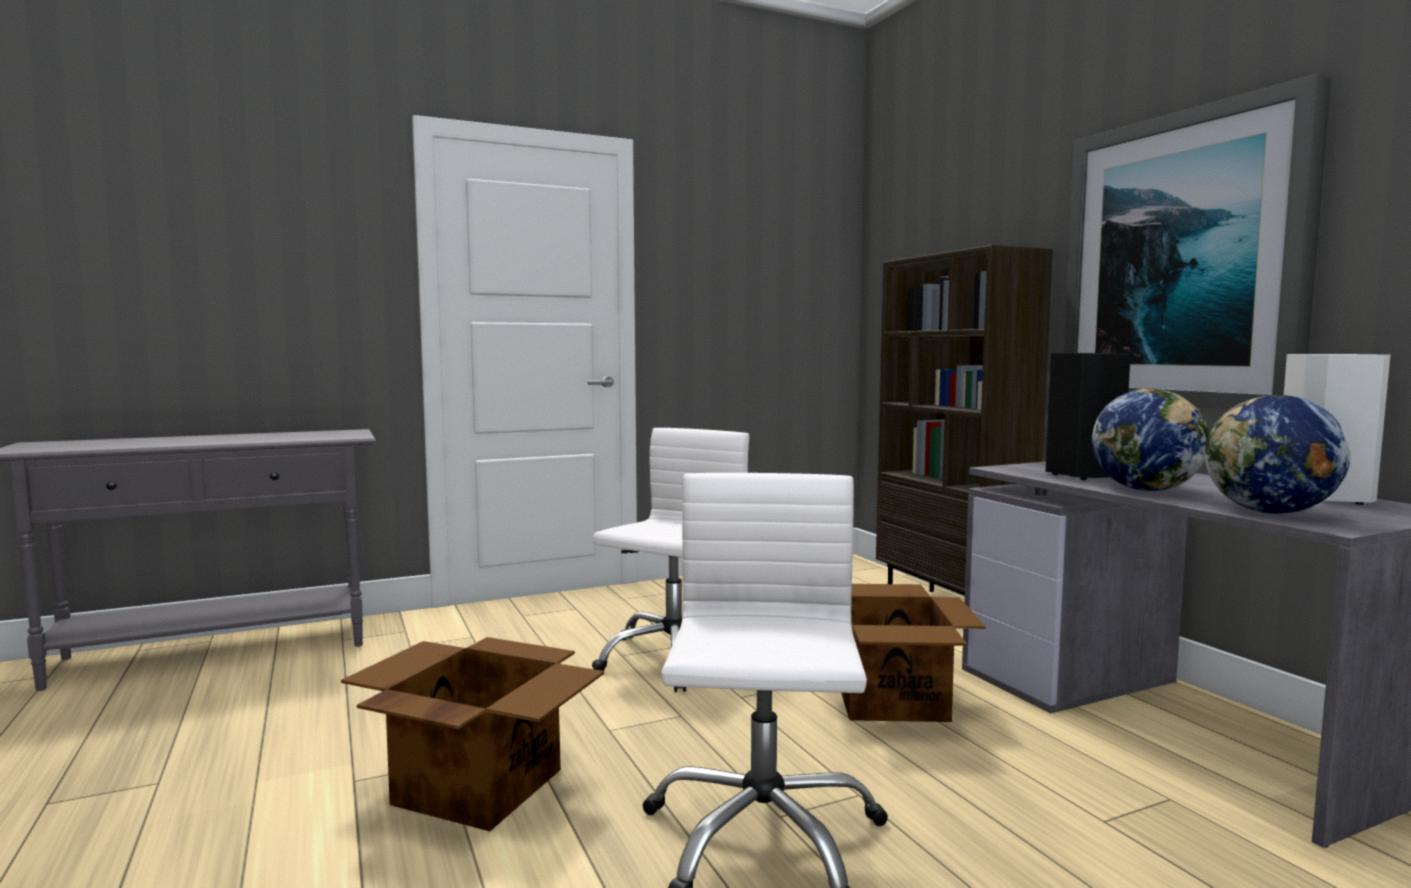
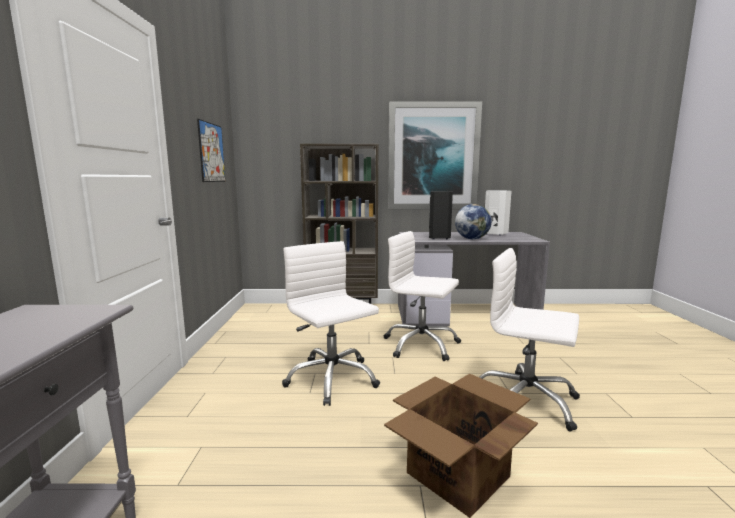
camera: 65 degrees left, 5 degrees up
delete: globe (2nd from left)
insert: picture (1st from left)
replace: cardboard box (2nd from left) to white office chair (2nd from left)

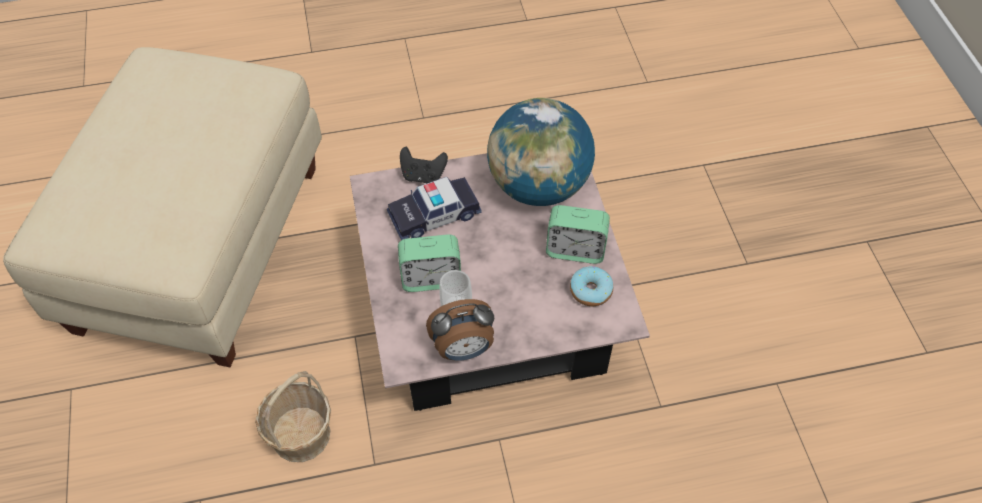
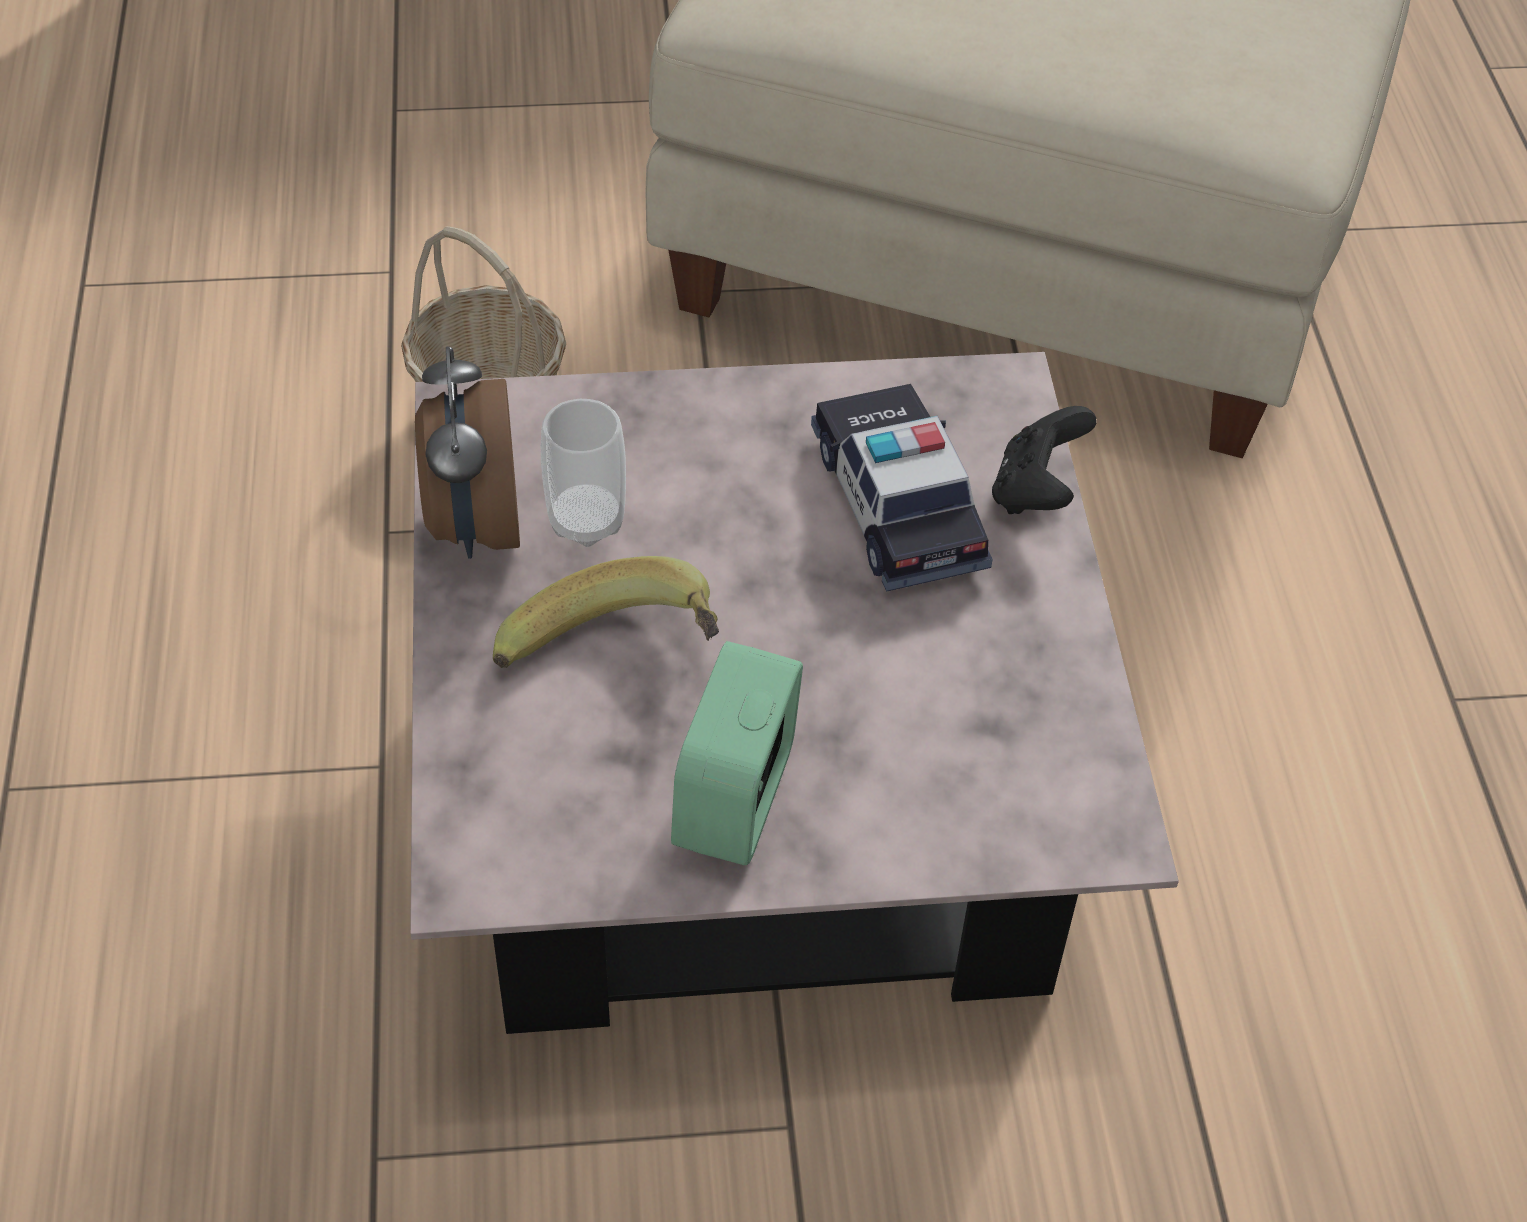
camera: 95 degrees right, 5 degrees down
delete: globe; alarm clock (1st from left); donut
insert: banana

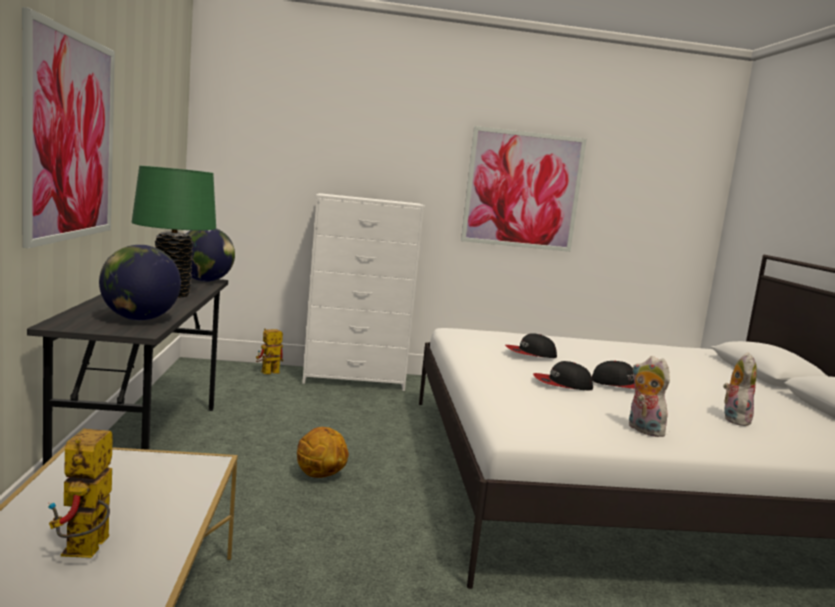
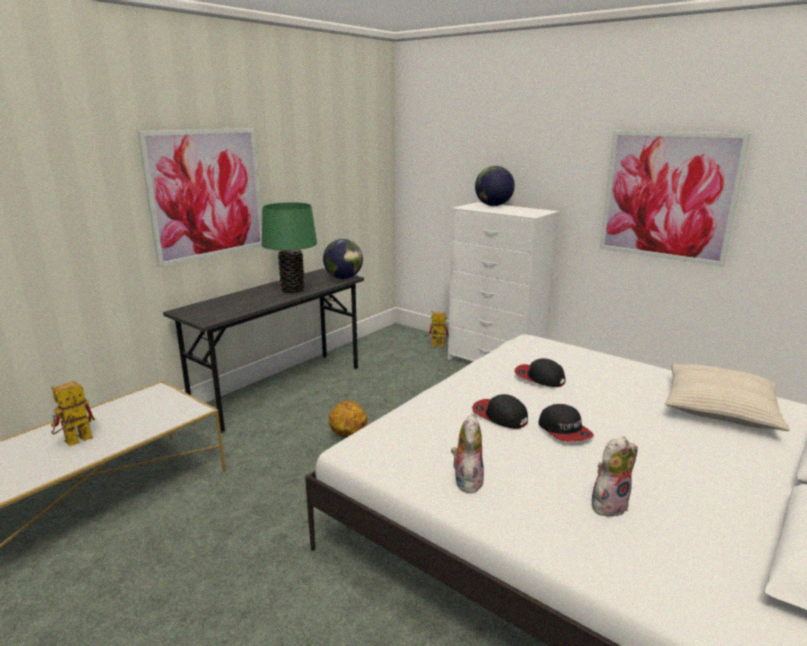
camera: 45 degrees right, 10 degrees up
insert: beige pillow
move: globe (1st from left in the first image) to globe (2nd from left)

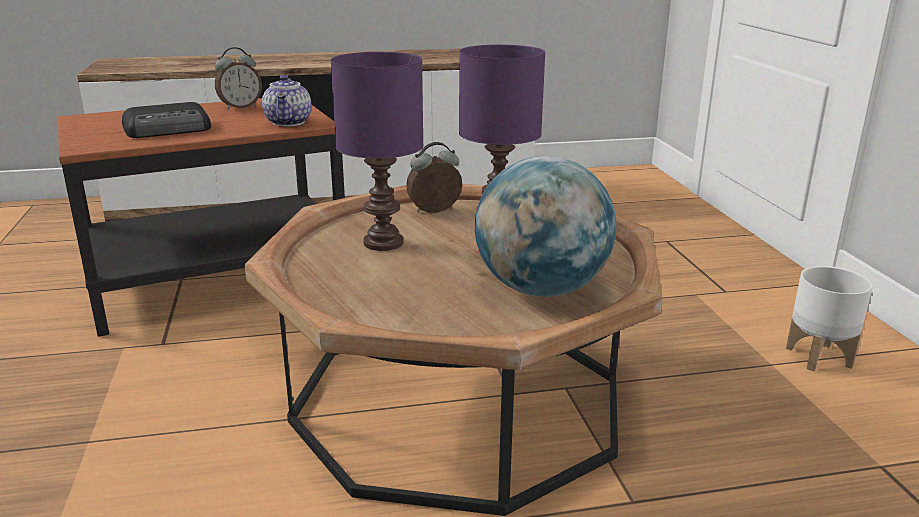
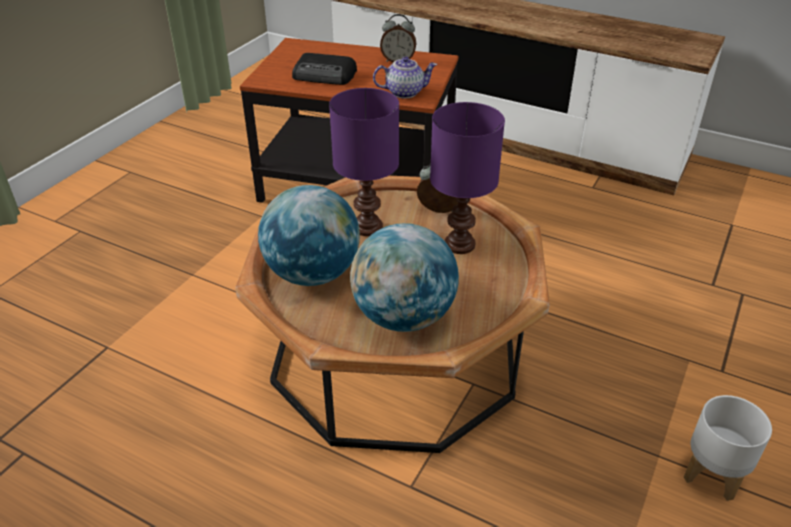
camera: 40 degrees right, 15 degrees up
insert: globe (1st from left)
rotate: teapot 135 degrees counterclockwise

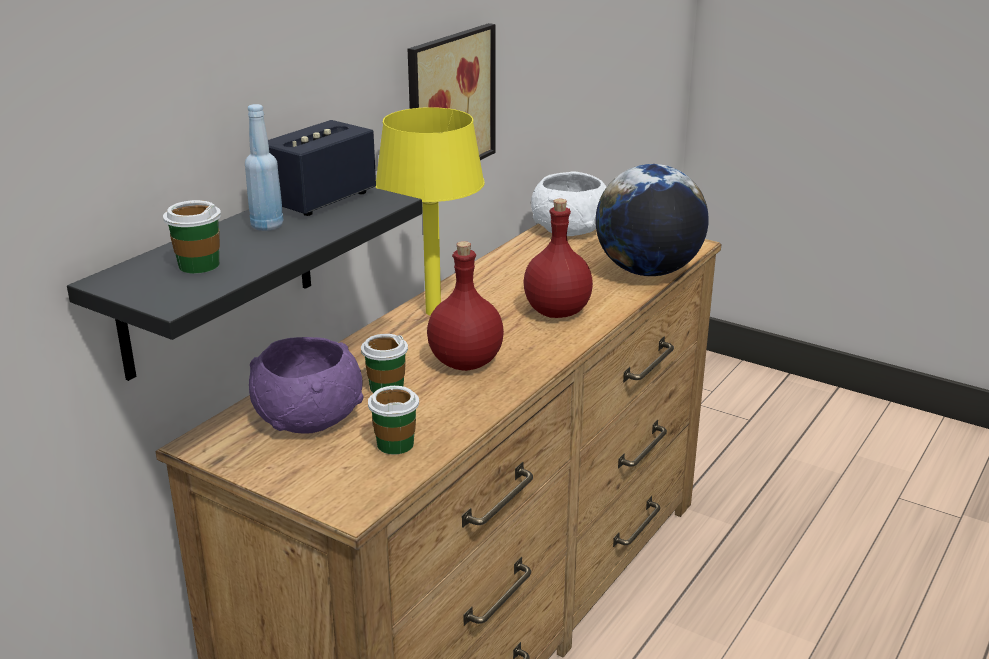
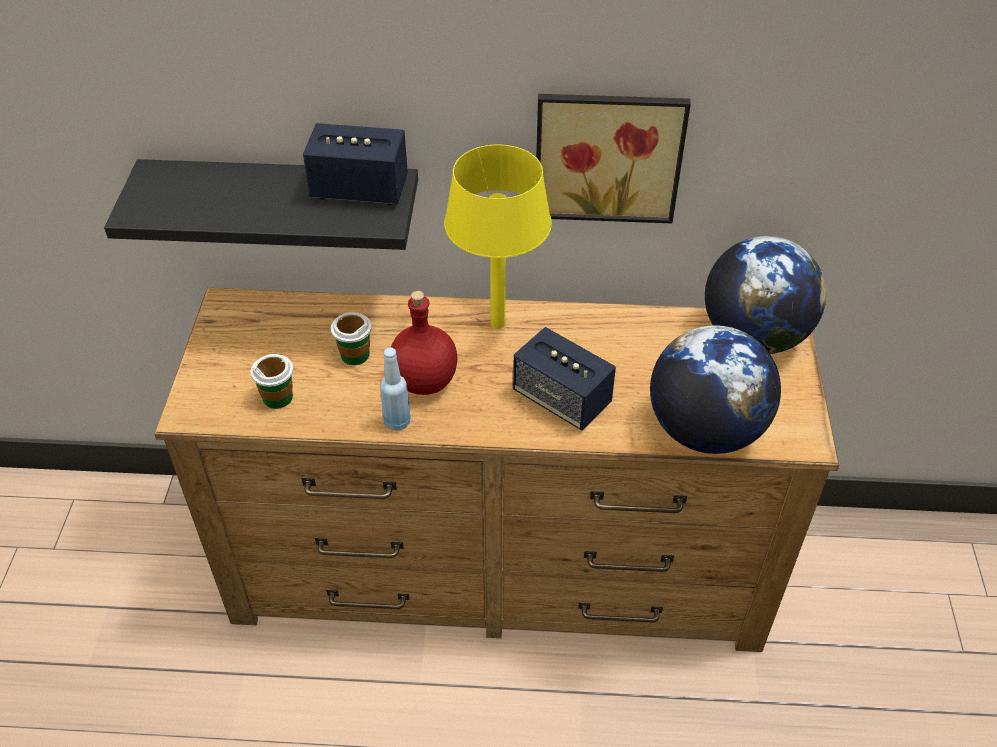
camera: 60 degrees right, 20 degrees up
delete: cup (1st from left); purple bowl
move: blue bottle
replace: white bowl to globe (2nd from left); red bottle (2nd from left) to speaker (2nd from left)

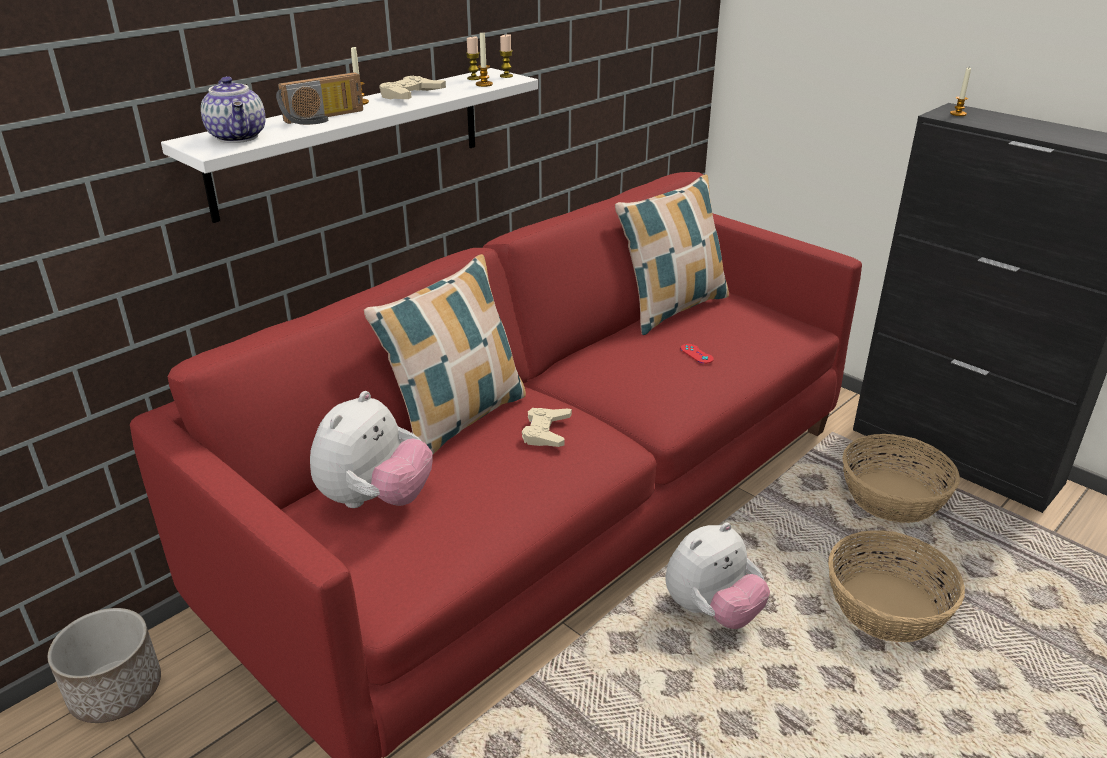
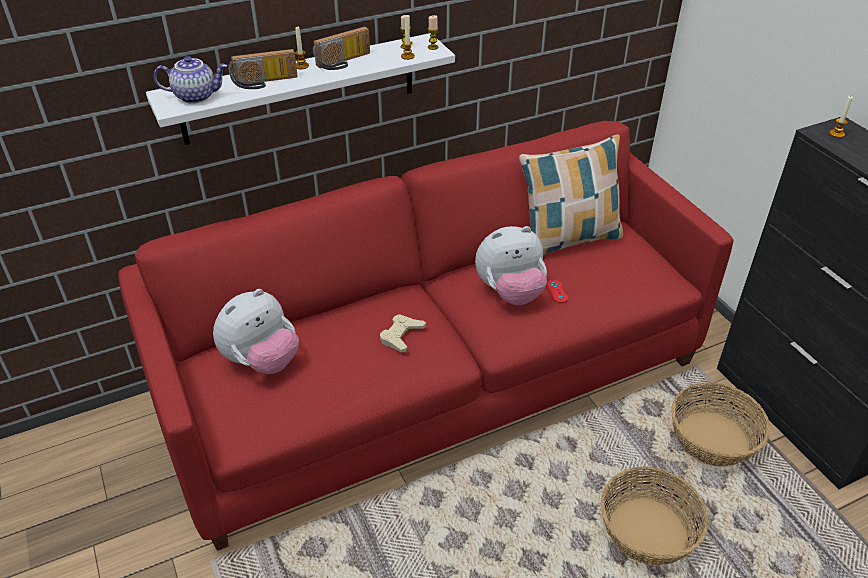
camera: 20 degrees right, 10 degrees up
delete: pillow (1st from left); planter
move: plush toy (2nd from left)
replace: beige game controller (1st from left) to radio (2nd from left)
rotate: teapot 90 degrees counterclockwise

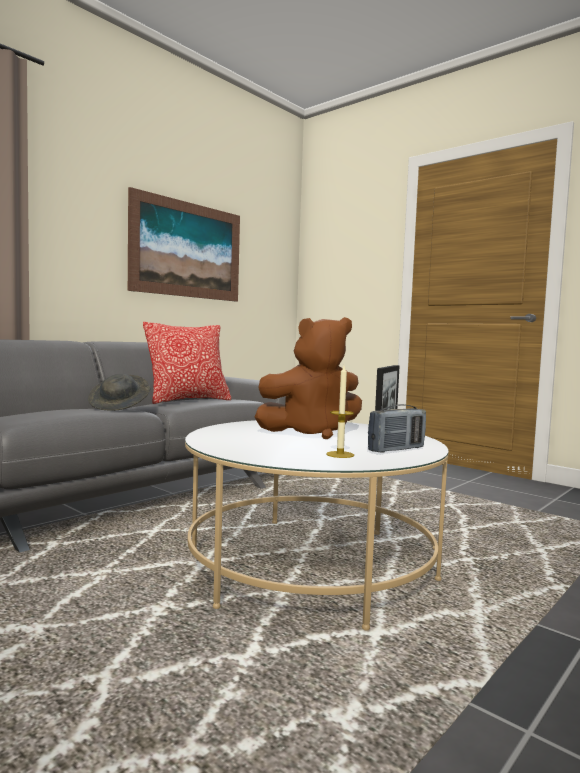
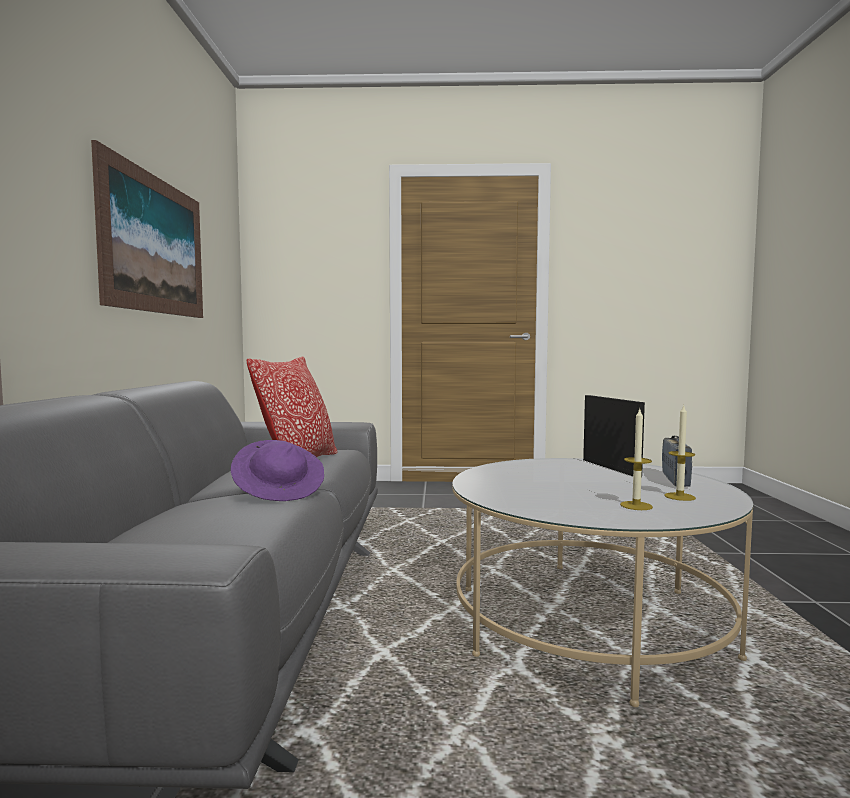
camera: 40 degrees left, 0 degrees up
delete: brown plush toy
insert: candle (1st from left)
recolor: grey hat to purple hat

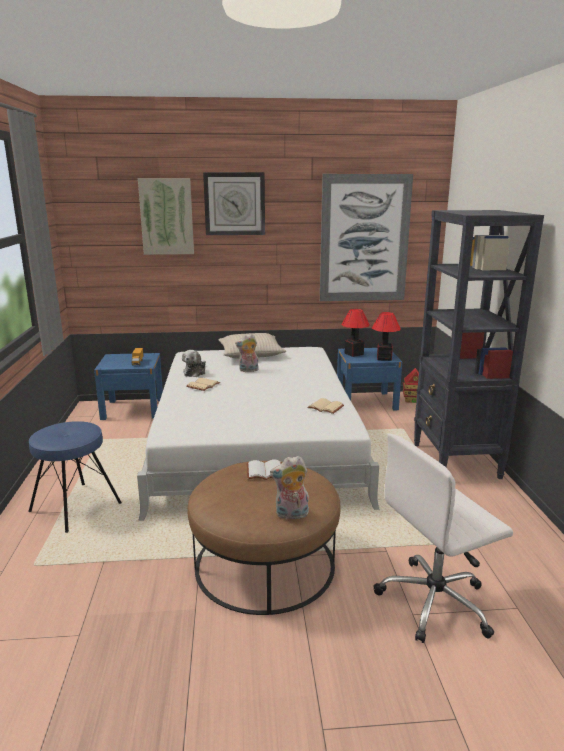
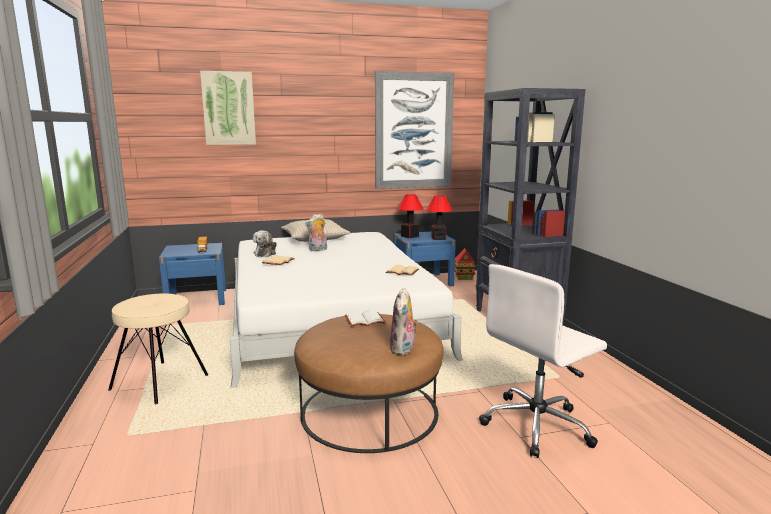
camera: 10 degrees left, 5 degrees down
delete: wall clock
recolor: blue stool to beige stool
rotate: plush toy (3rd from left) 60 degrees counterclockwise

